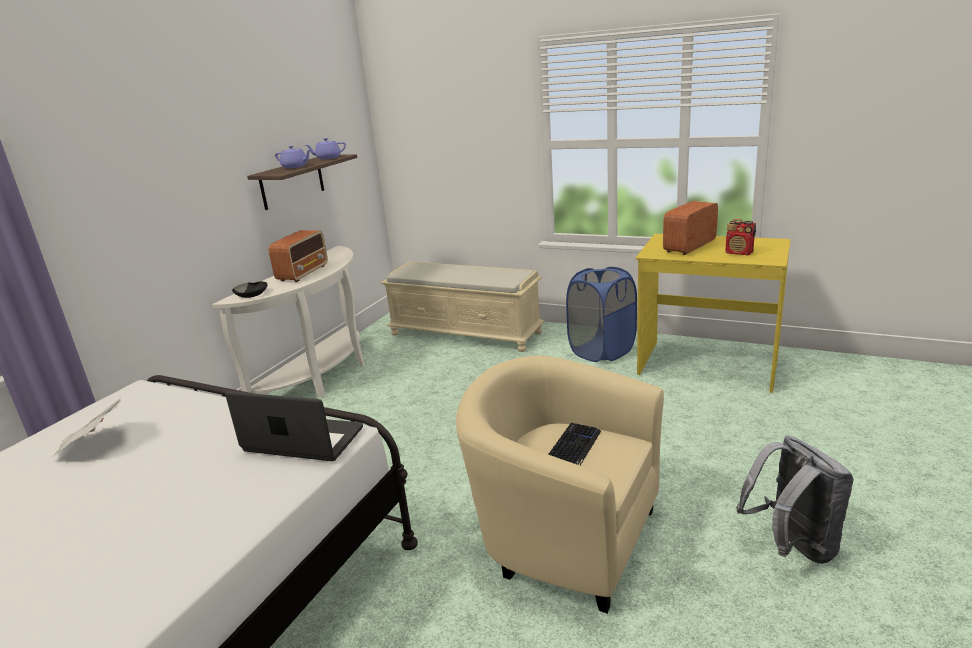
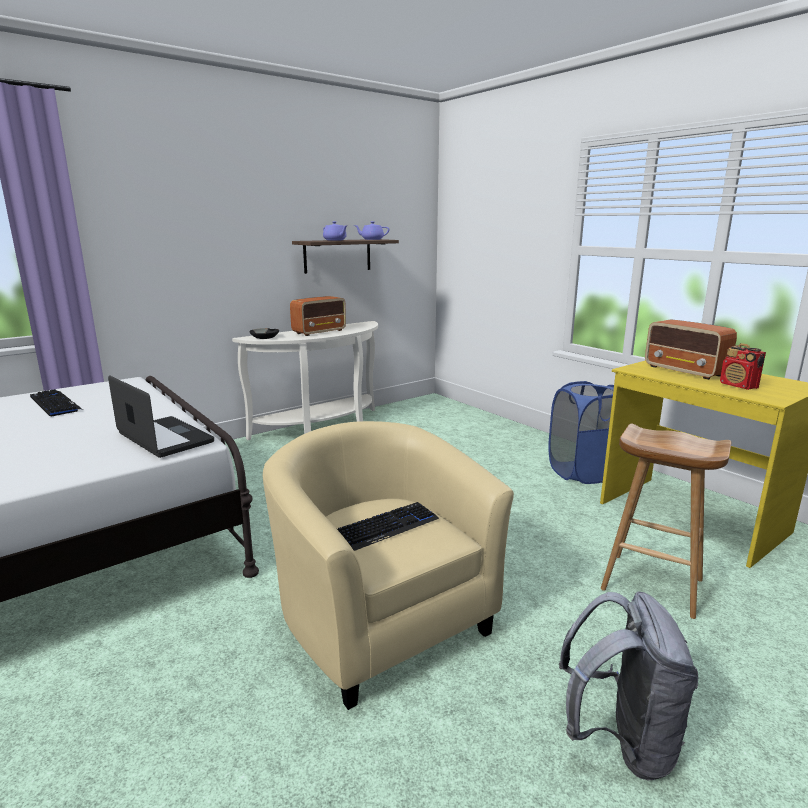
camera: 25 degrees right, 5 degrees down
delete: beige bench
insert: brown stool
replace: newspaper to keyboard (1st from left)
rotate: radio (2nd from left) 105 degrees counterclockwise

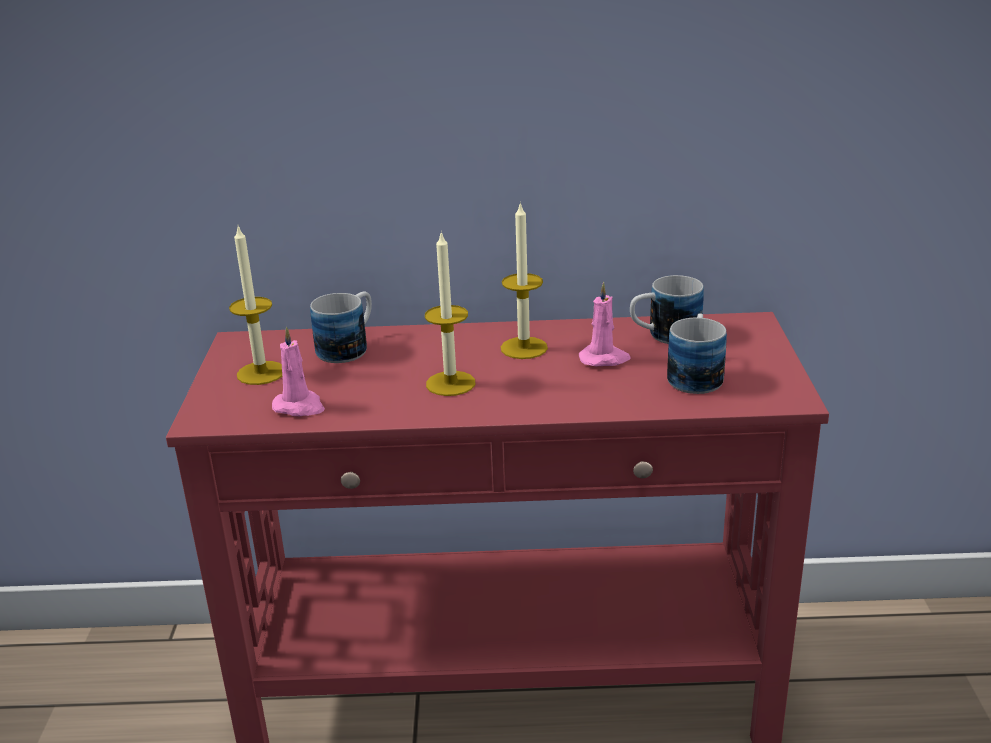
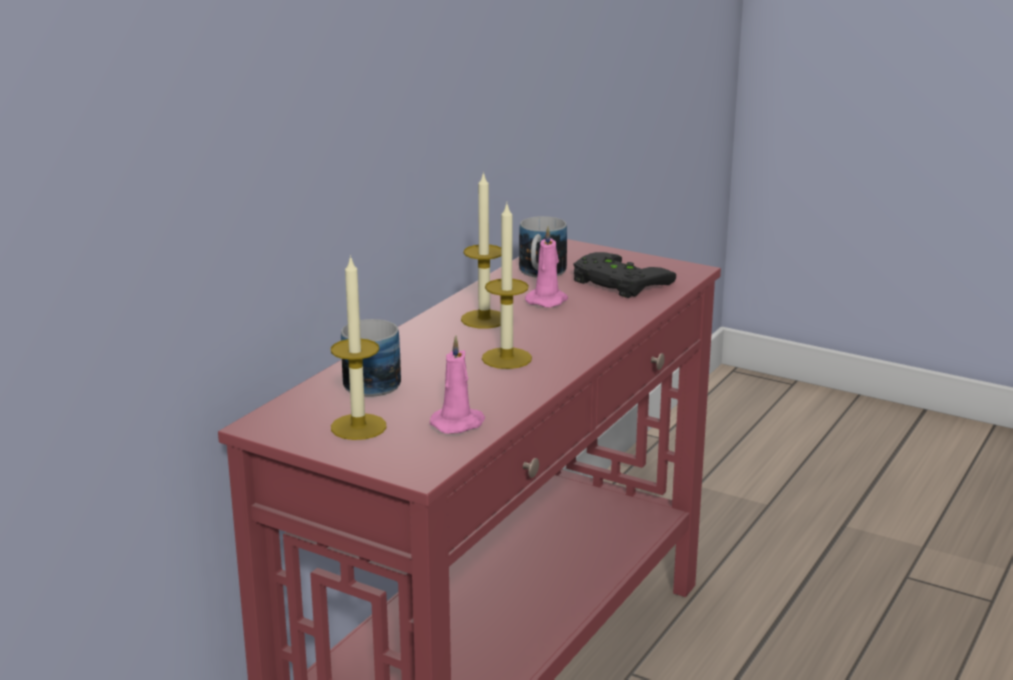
camera: 60 degrees left, 5 degrees down
replace: mug (3rd from left) to black game controller

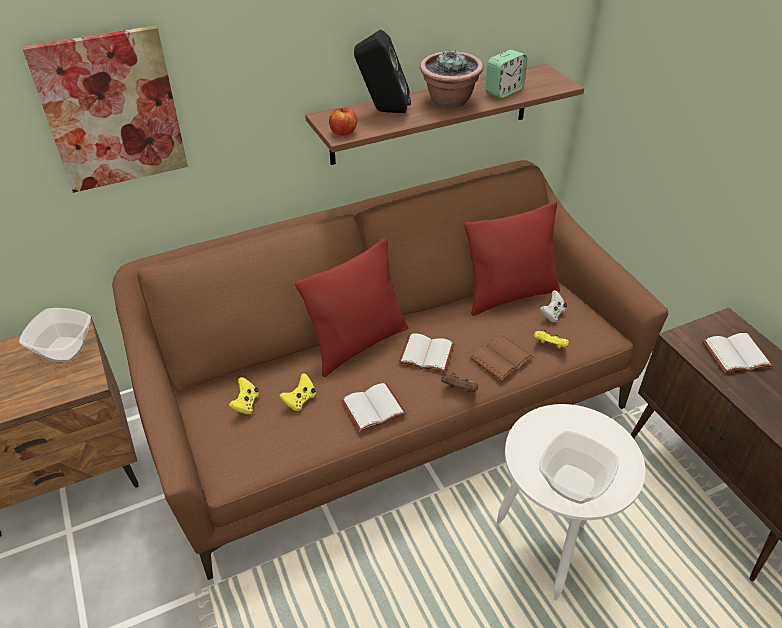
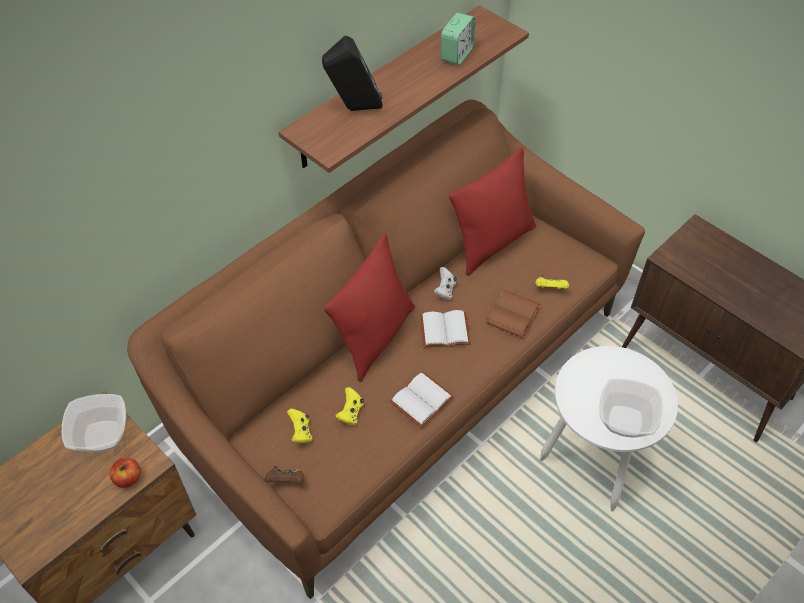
camera: 20 degrees left, 10 degrees up
delete: picture; potted plant; white book (3rd from left)
move: apple; white game controller; brown game controller

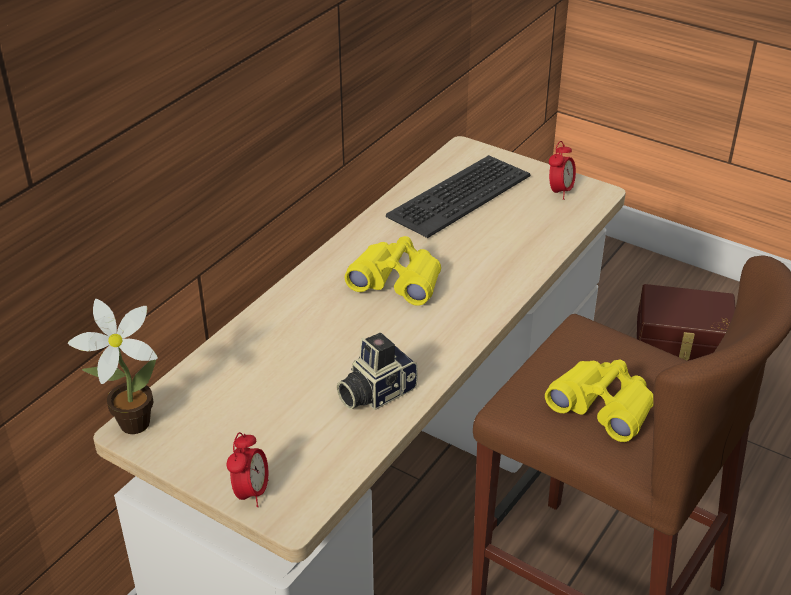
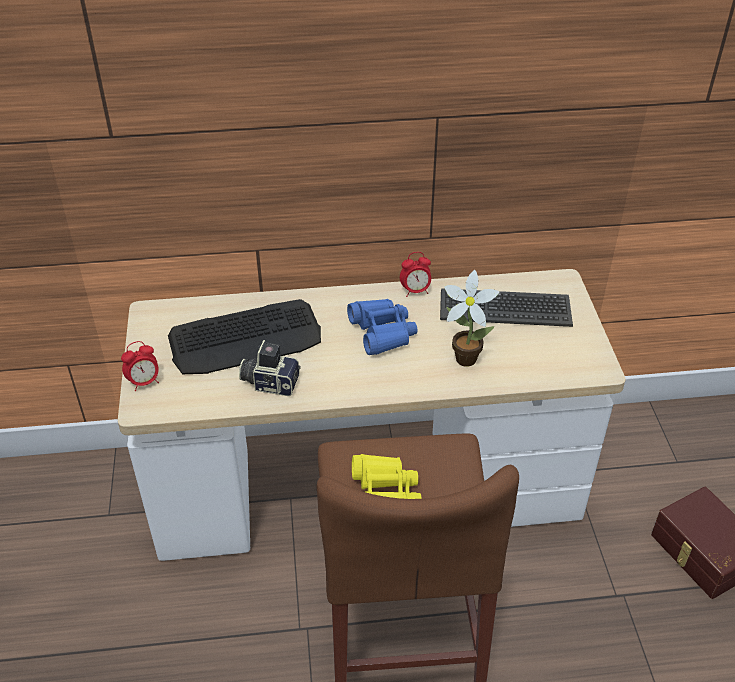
camera: 50 degrees right, 5 degrees up
insert: keyboard (1st from left)
move: alarm clock (2nd from left); potted plant
recolor: yellow binoculars (1st from left) to blue binoculars

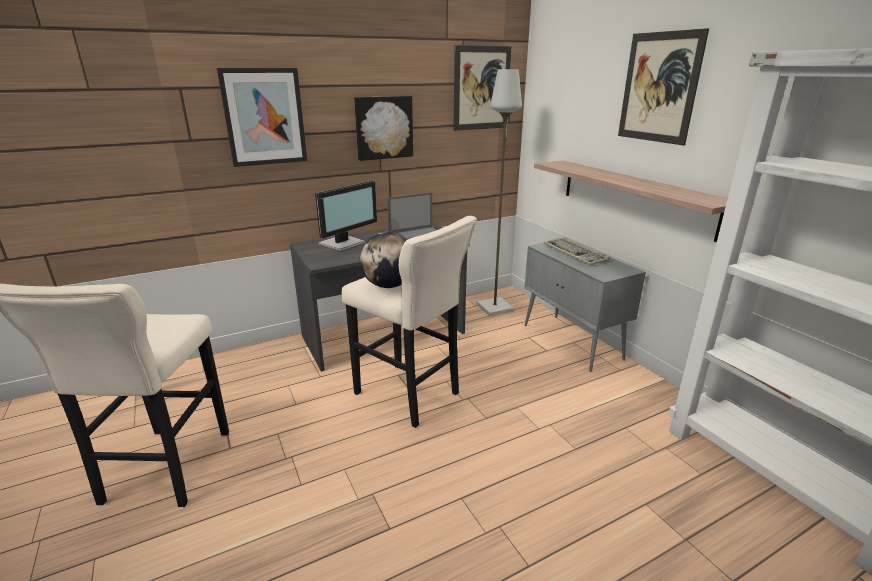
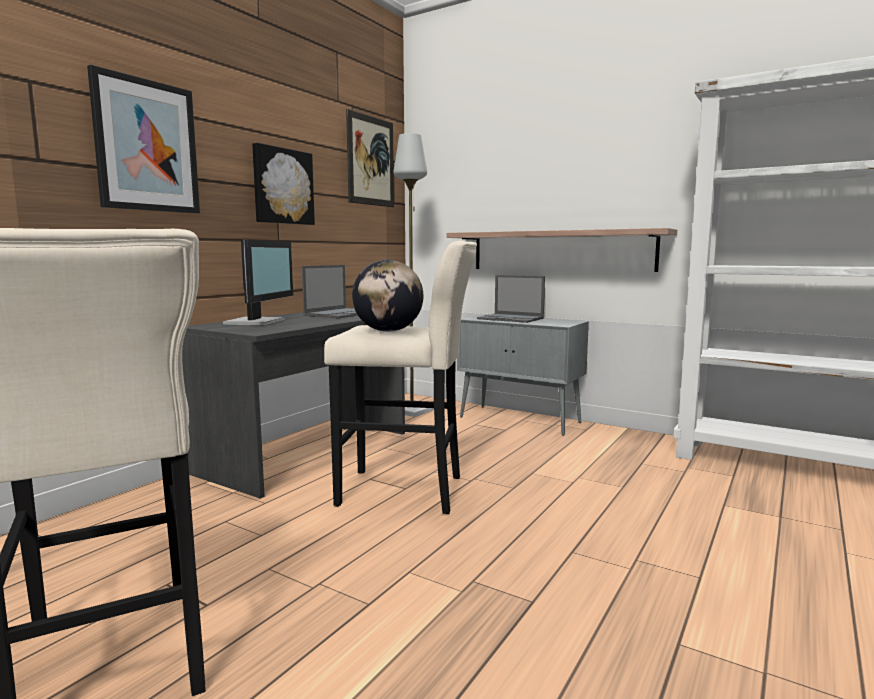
camera: 30 degrees left, 15 degrees down
delete: picture (4th from left)
replace: keyboard to laptop (2nd from left)

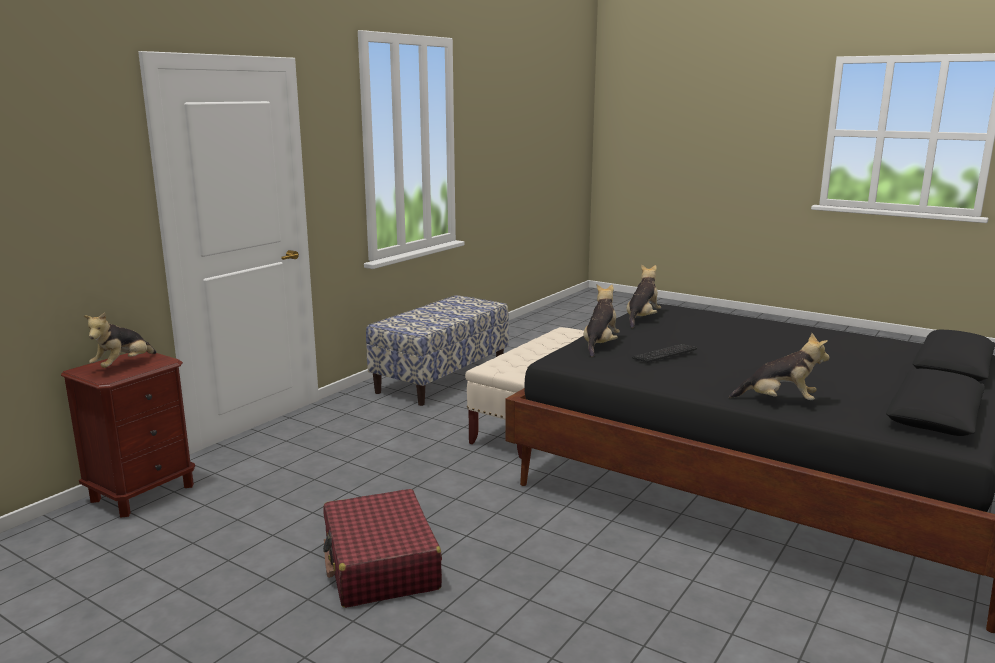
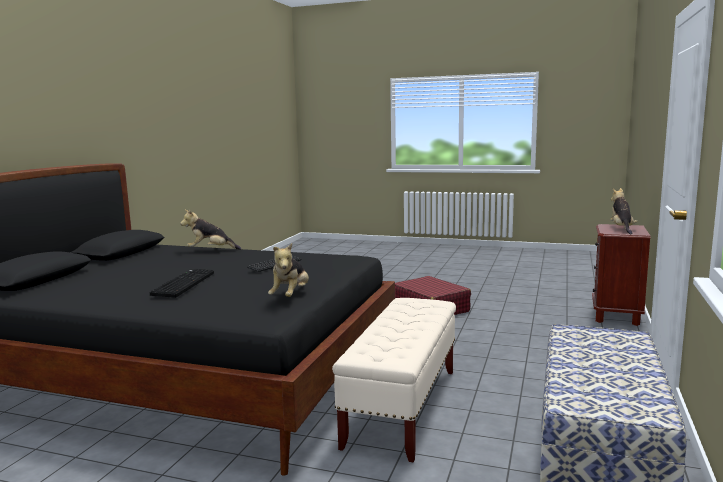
camera: 165 degrees right, 5 degrees down
delete: plush toy (2nd from left)
insert: keyboard (1st from left)

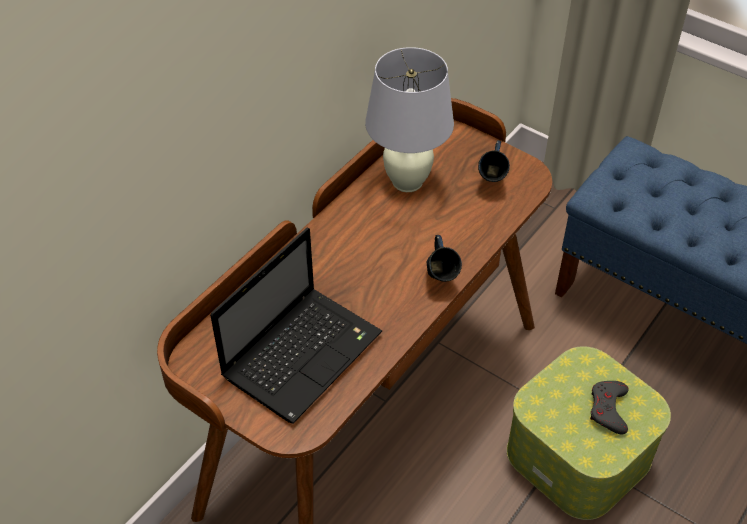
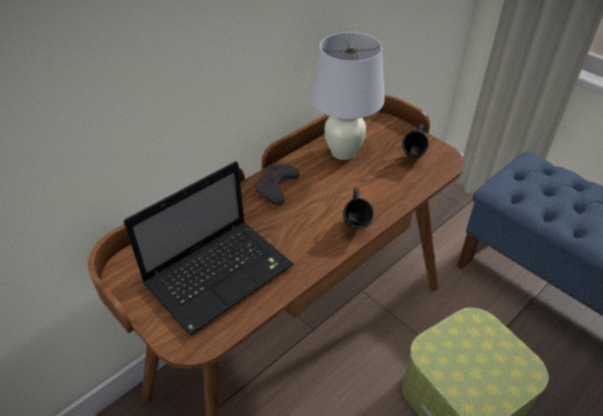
camera: 10 degrees right, 5 degrees down
move: grey game controller

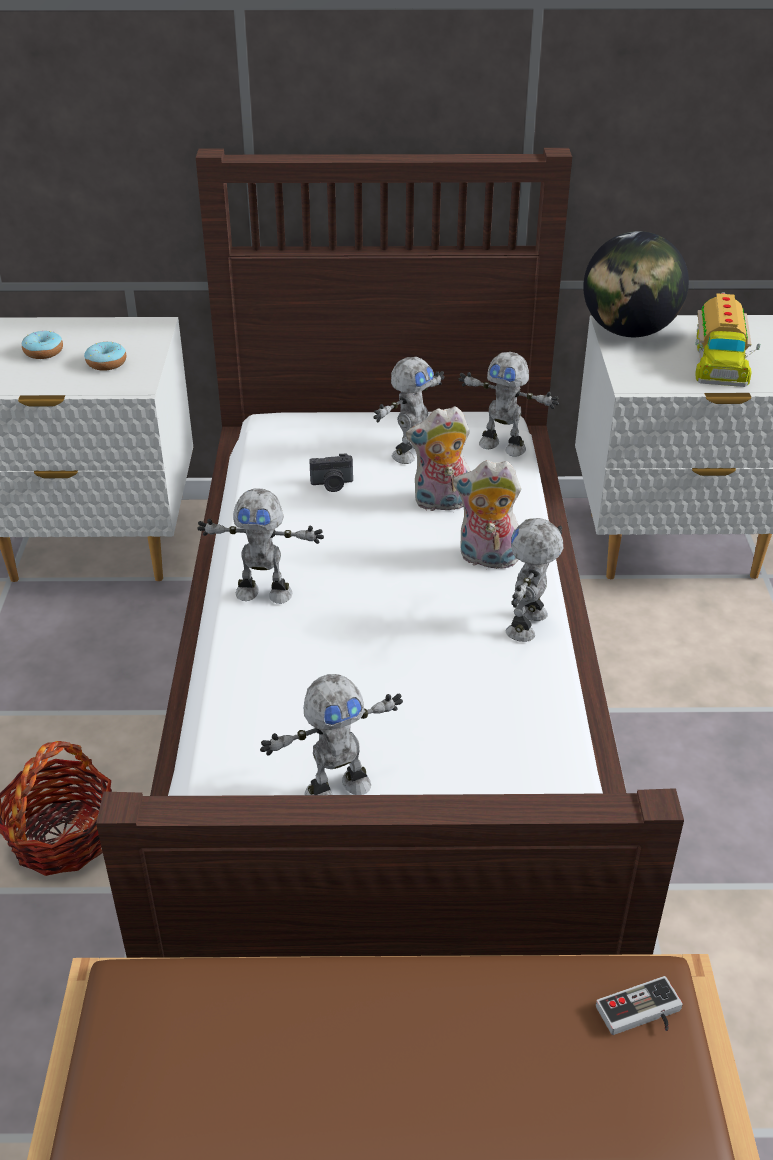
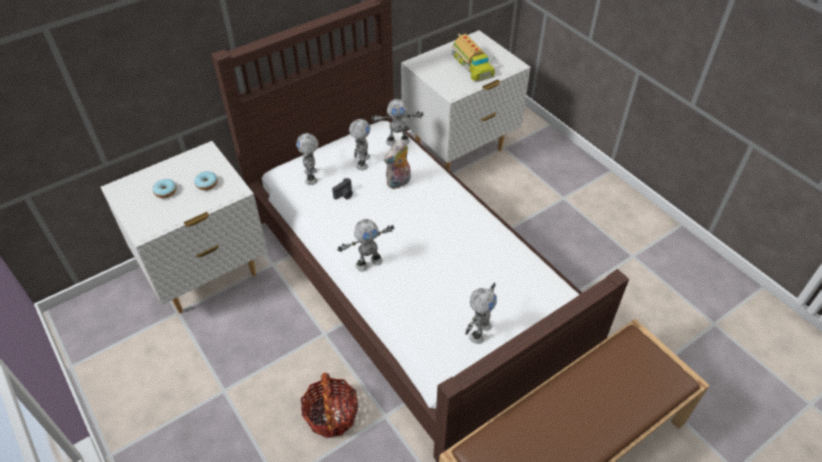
camera: 35 degrees left, 10 degrees up
delete: globe; plush toy (2nd from left); game controller
move: toy robot (5th from left in the first image) to toy robot (1st from left)

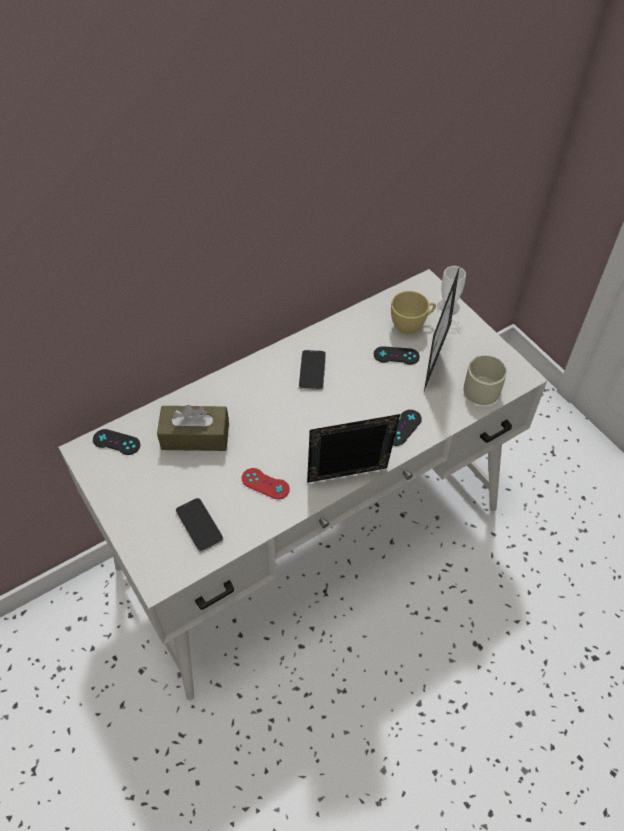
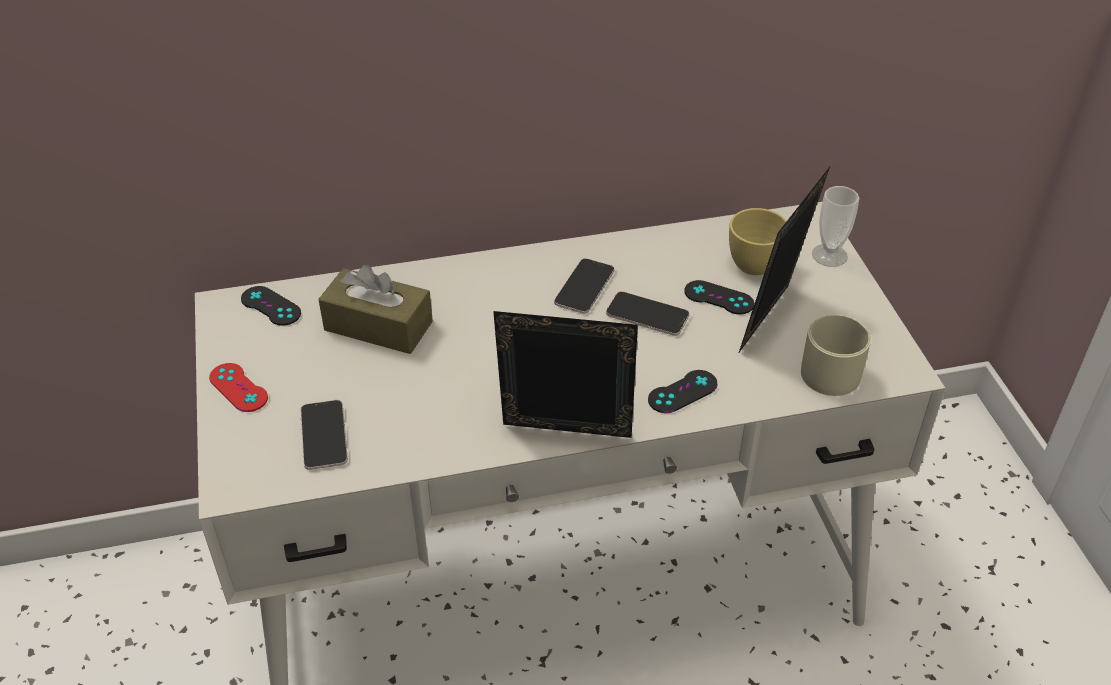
camera: 20 degrees right, 10 degrees down
insert: phone (3rd from left)
move: red game controller

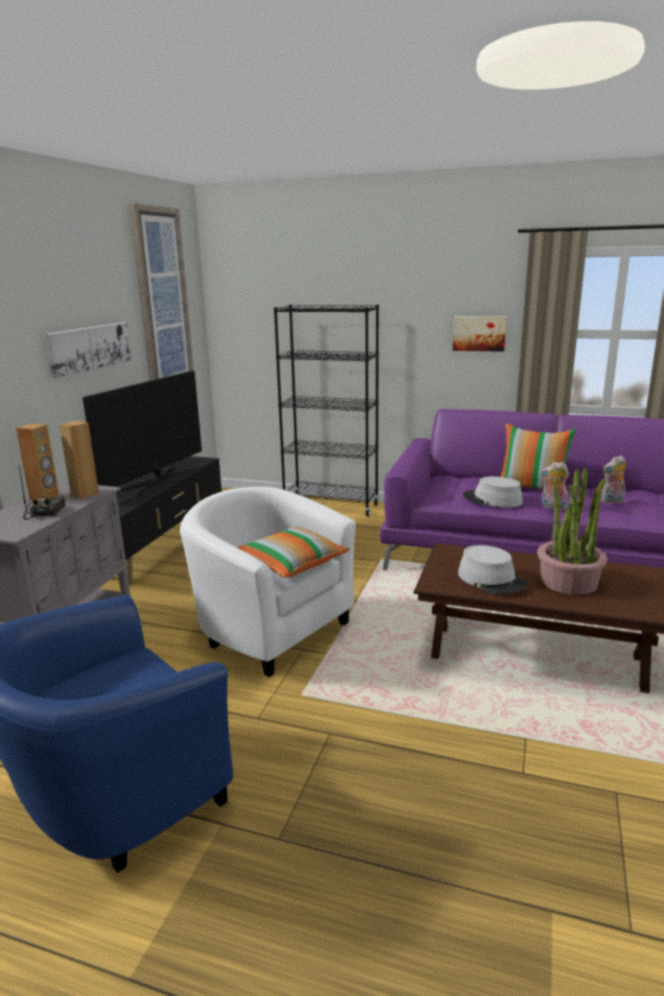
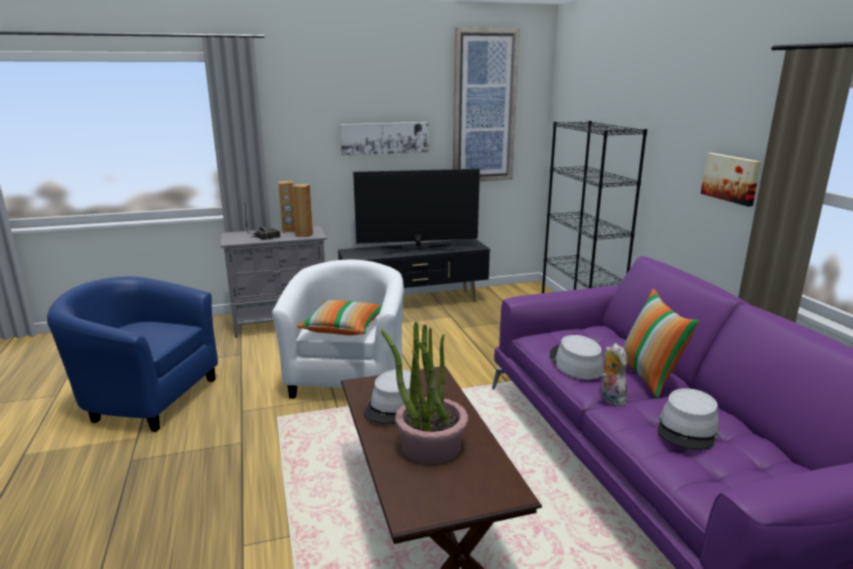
camera: 55 degrees right, 0 degrees up
replace: plush toy (2nd from left) to grey hat (3rd from left)

